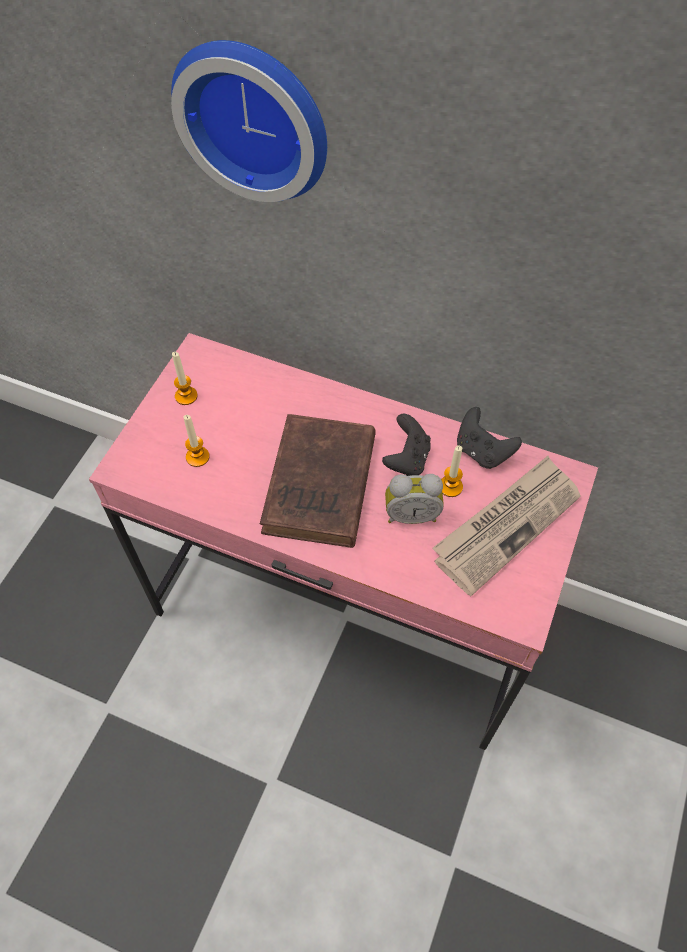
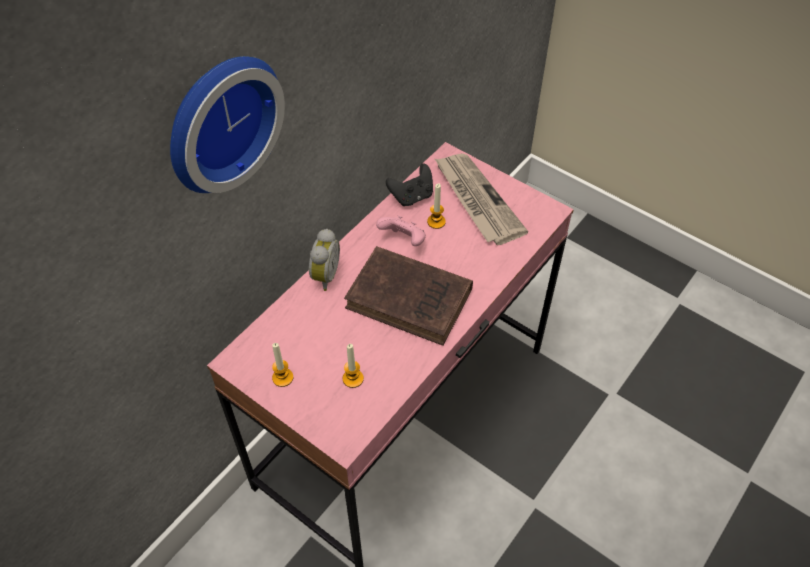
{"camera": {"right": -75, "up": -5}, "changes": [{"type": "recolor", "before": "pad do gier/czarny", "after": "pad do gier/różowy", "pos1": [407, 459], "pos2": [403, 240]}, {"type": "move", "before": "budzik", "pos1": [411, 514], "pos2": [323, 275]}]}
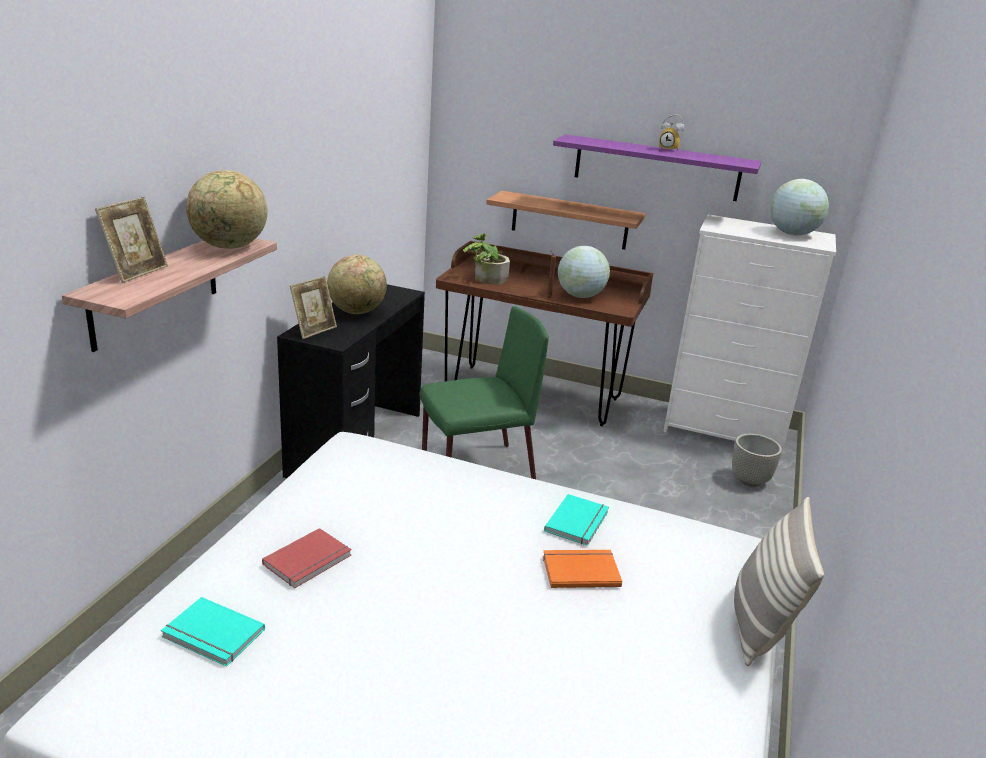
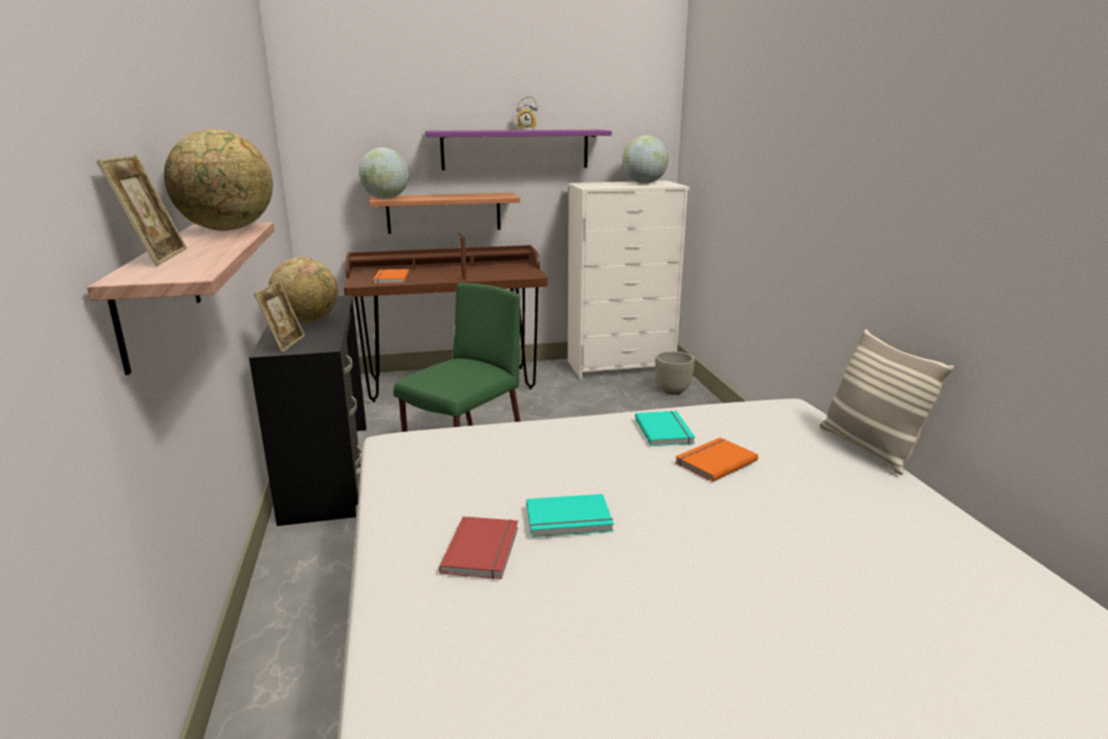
{"camera": {"right": -30, "up": -5}, "changes": [{"type": "move", "before": "książka/turkusowy", "pos1": [212, 635], "pos2": [569, 520]}, {"type": "replace", "before": "roślina doniczkowa", "after": "książka/pomarańczowy", "pos1": [485, 278], "pos2": [390, 278]}, {"type": "move", "before": "globus", "pos1": [580, 296], "pos2": [386, 198]}]}
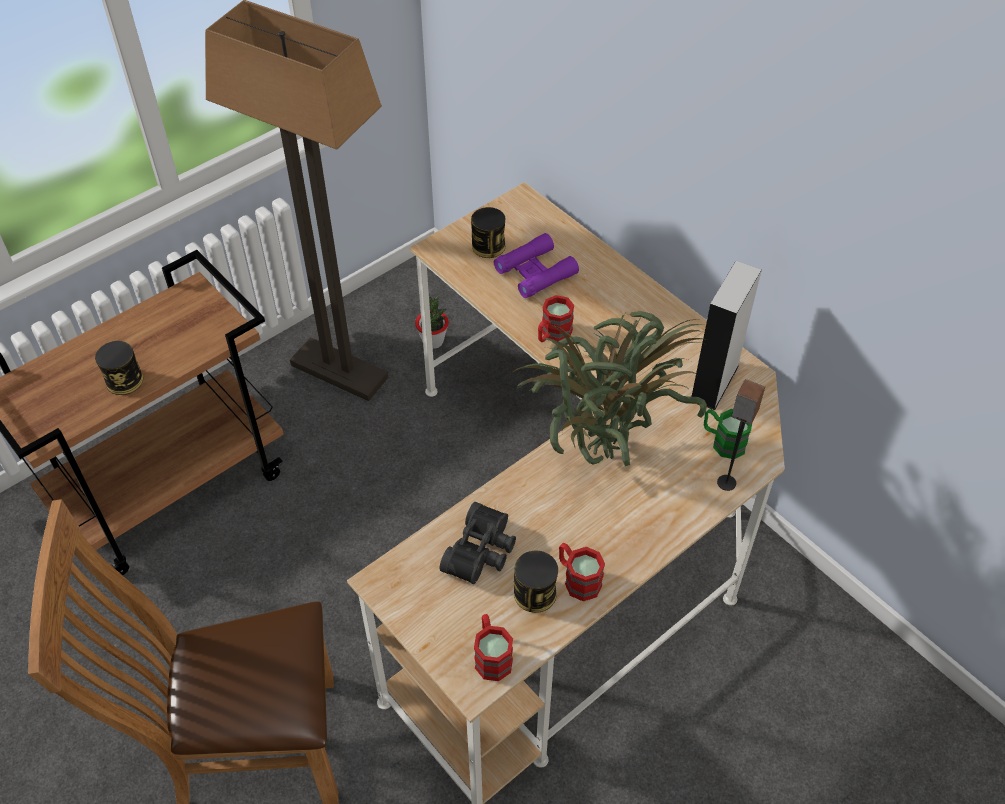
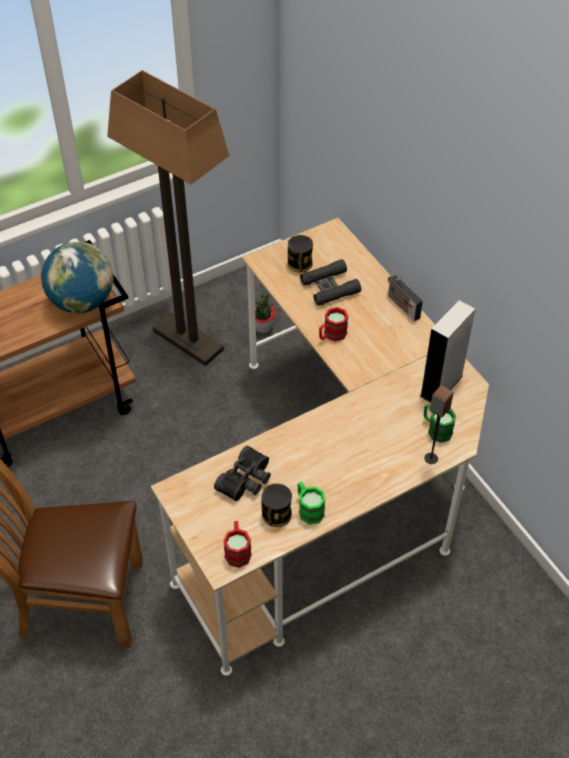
{"camera": {"right": 10, "up": 0}, "changes": [{"type": "delete", "before": "puszka", "pos1": [124, 380]}, {"type": "recolor", "before": "lornetka/fioletowy", "after": "lornetka/czarny", "pos1": [535, 272], "pos2": [330, 287]}, {"type": "delete", "before": "roślina doniczkowa", "pos1": [600, 453]}, {"type": "recolor", "before": "kubek/czerwony", "after": "kubek/zielony", "pos1": [577, 579], "pos2": [308, 509]}, {"type": "insert", "after": "globus", "pos2": [82, 302]}, {"type": "insert", "after": "radio", "pos2": [401, 305]}]}
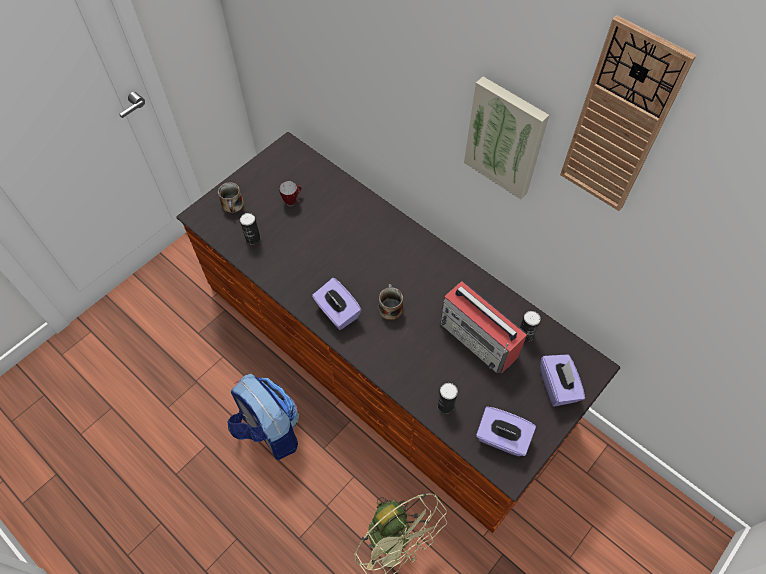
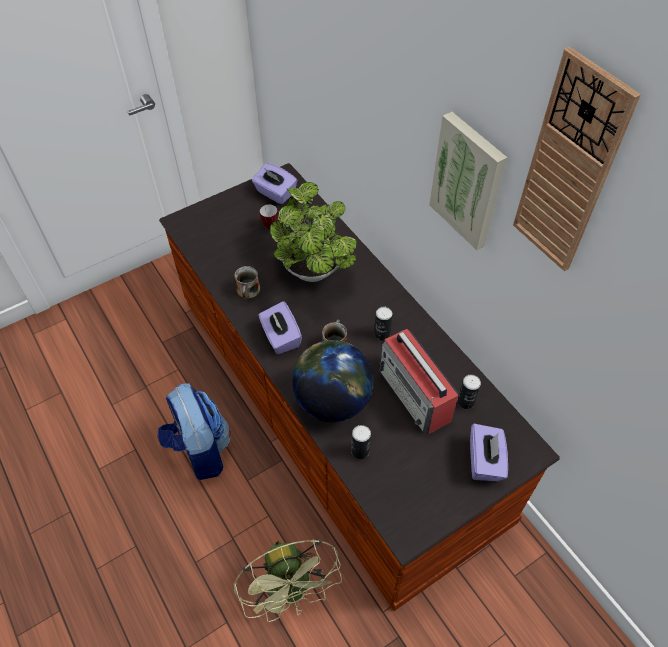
{"camera": {"right": 15, "up": -5}, "changes": [{"type": "move", "before": "kubek", "pos1": [233, 205], "pos2": [248, 291]}, {"type": "move", "before": "puszka", "pos1": [253, 238], "pos2": [382, 334]}, {"type": "move", "before": "pudełko chusteczek/fioletowy", "pos1": [502, 438], "pos2": [275, 193]}, {"type": "insert", "after": "roślina doniczkowa", "pos2": [314, 274]}, {"type": "insert", "after": "globus", "pos2": [333, 401]}]}
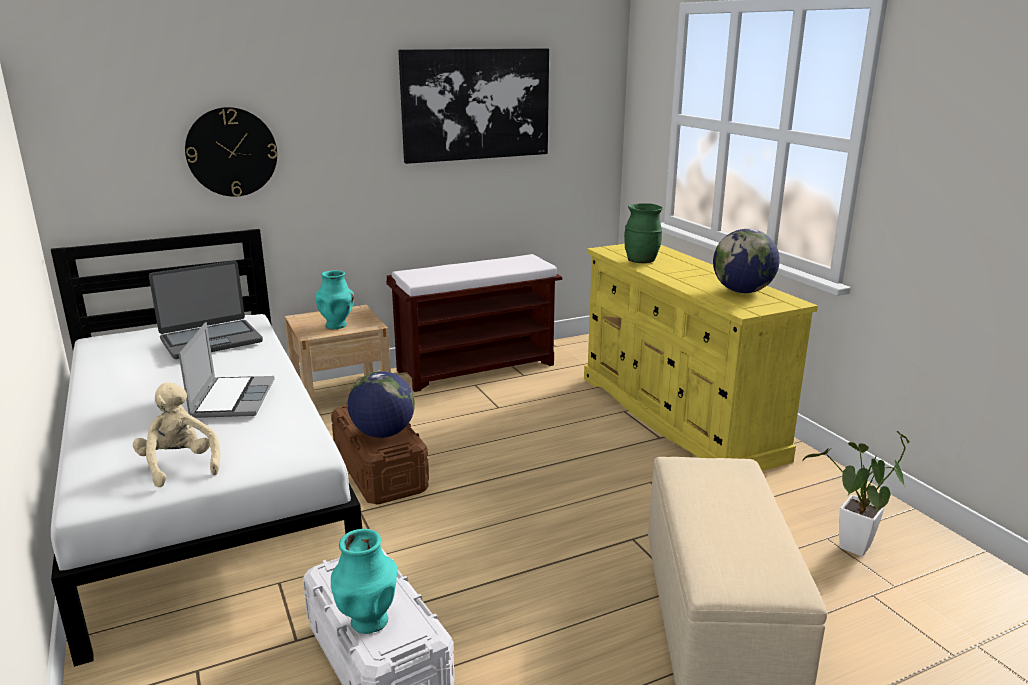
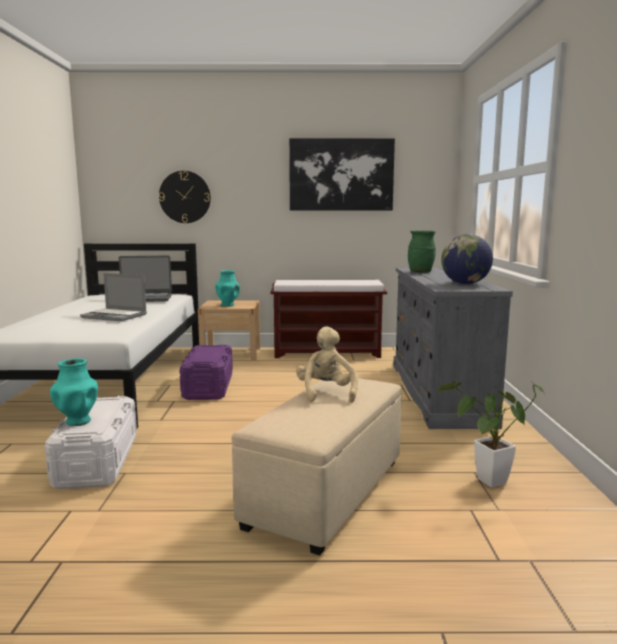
{"camera": {"right": 25, "up": -10}, "changes": [{"type": "move", "before": "pluszak/beżowy", "pos1": [180, 465], "pos2": [326, 393]}, {"type": "rotate", "before": "laptop", "pos1": [232, 398], "pos2": [115, 316], "turn": 90}, {"type": "recolor", "before": "pojemnik do przechowywania/brązowy", "after": "pojemnik do przechowywania/fioletowy", "pos1": [380, 470], "pos2": [208, 386]}, {"type": "delete", "before": "globus", "pos1": [383, 433]}, {"type": "recolor", "before": "komoda/żółty", "after": "komoda/szary", "pos1": [678, 416], "pos2": [439, 392]}]}
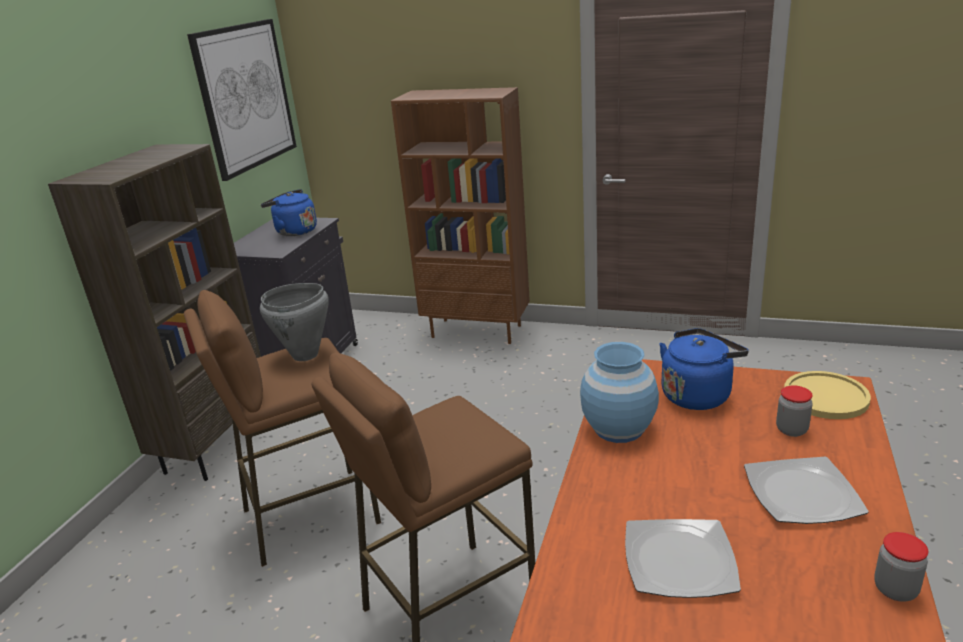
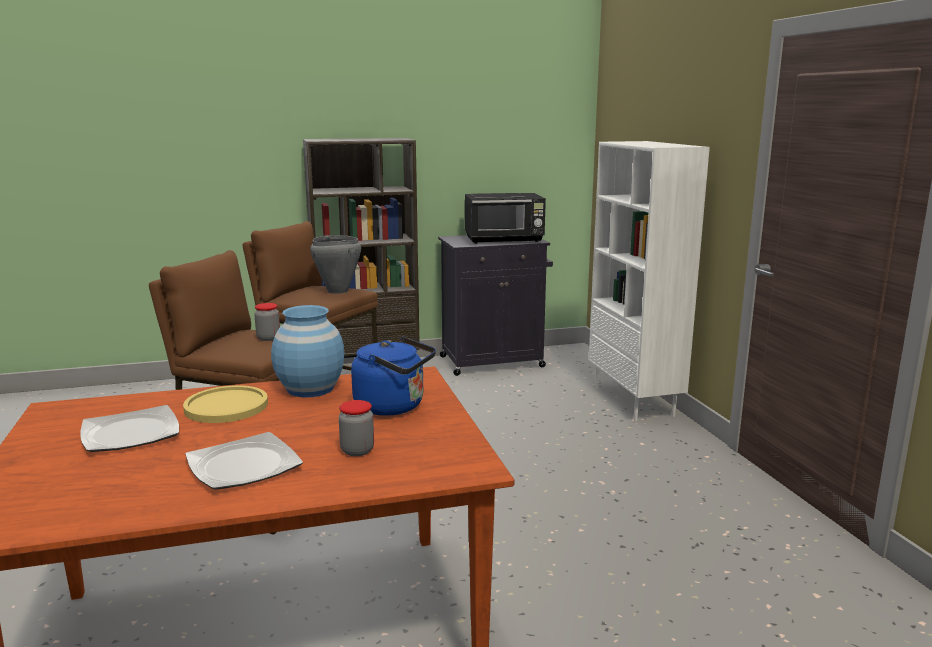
{"camera": {"right": 55, "up": -10}, "changes": [{"type": "delete", "before": "obraz", "pos1": [245, 97]}, {"type": "replace", "before": "czajnik/niebieski", "after": "mikrofalówka/czarny", "pos1": [294, 231], "pos2": [504, 240]}, {"type": "recolor", "before": "regał/brązowy", "after": "regał/biały", "pos1": [477, 331], "pos2": [634, 401]}, {"type": "move", "before": "talerz/żółty", "pos1": [825, 397], "pos2": [226, 406]}, {"type": "move", "before": "słoik", "pos1": [895, 589], "pos2": [268, 338]}]}
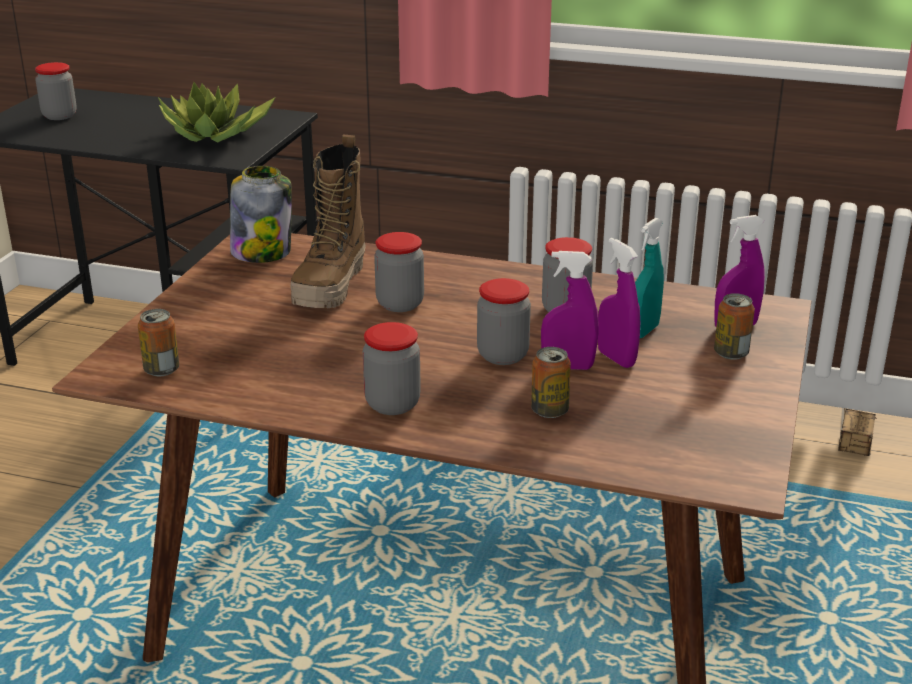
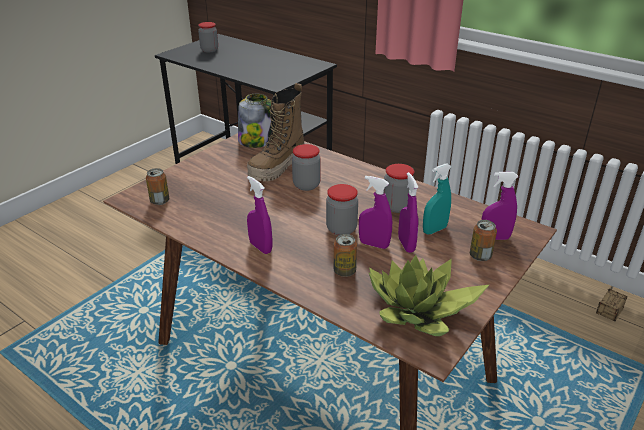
{"camera": {"right": 20, "up": 5}, "changes": [{"type": "move", "before": "roślina doniczkowa", "pos1": [215, 135], "pos2": [419, 312]}, {"type": "replace", "before": "słoik", "after": "spryskiwacz/fioletowy", "pos1": [392, 404], "pos2": [260, 247]}]}
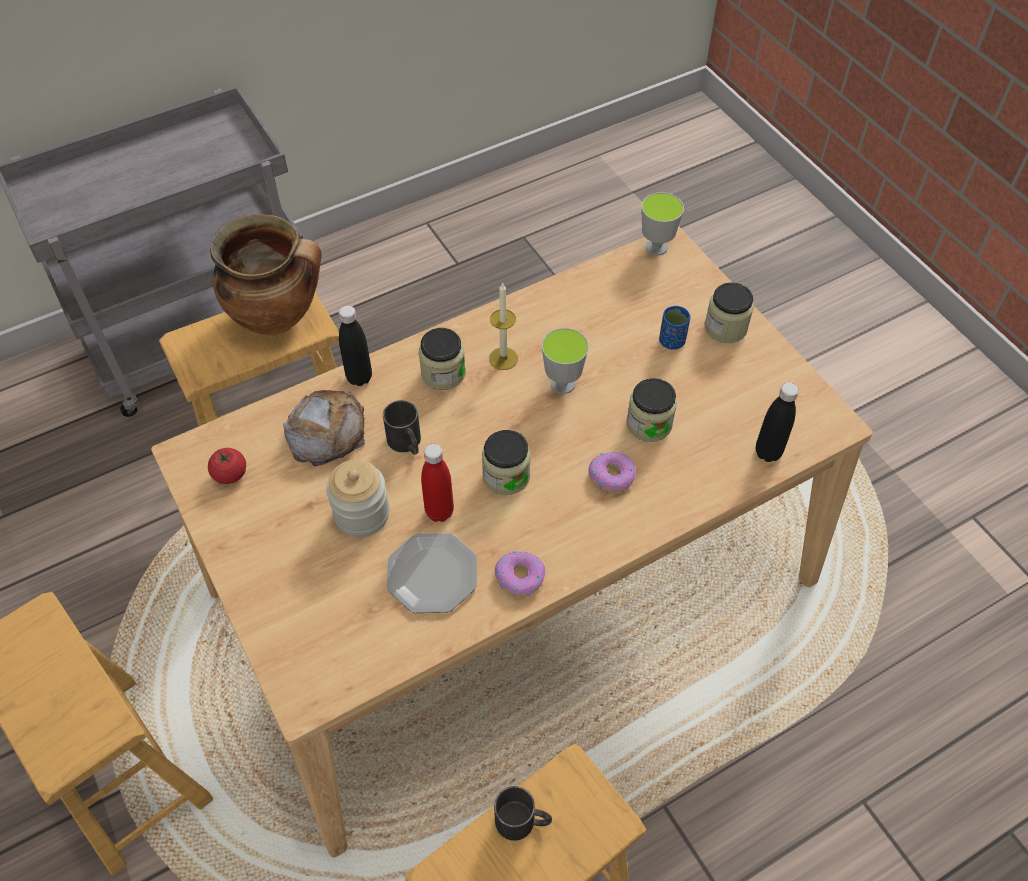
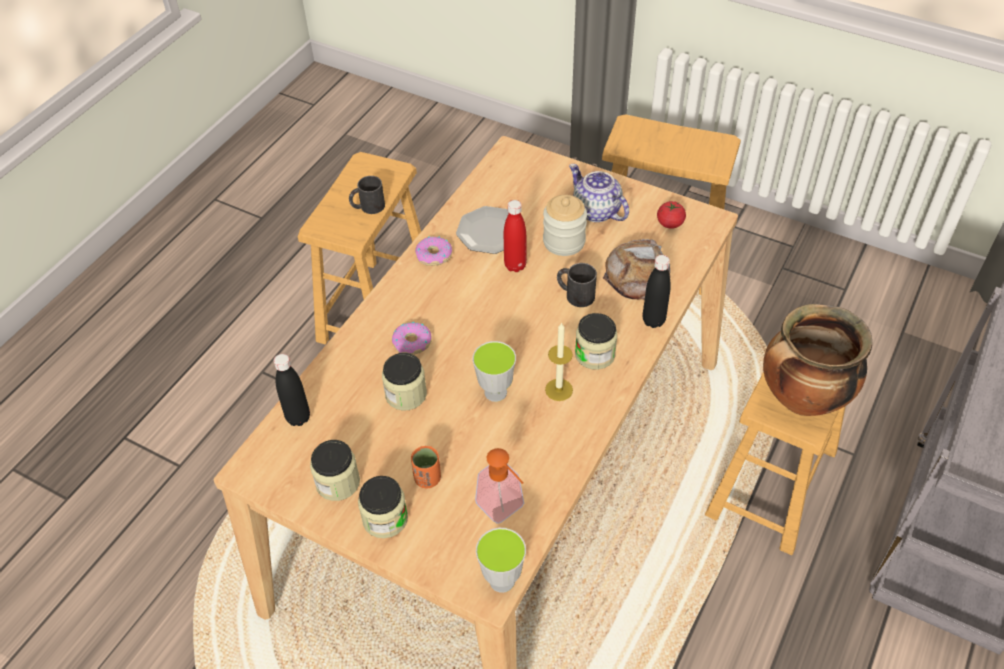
{"camera": {"right": 150, "up": -5}, "changes": [{"type": "move", "before": "słoik", "pos1": [506, 476], "pos2": [338, 482]}, {"type": "recolor", "before": "filiżanka/niebieski", "after": "filiżanka/pomarańczowy", "pos1": [672, 341], "pos2": [427, 478]}, {"type": "insert", "after": "dozownik mydła", "pos2": [505, 509]}, {"type": "insert", "after": "imbryk", "pos2": [595, 211]}]}
